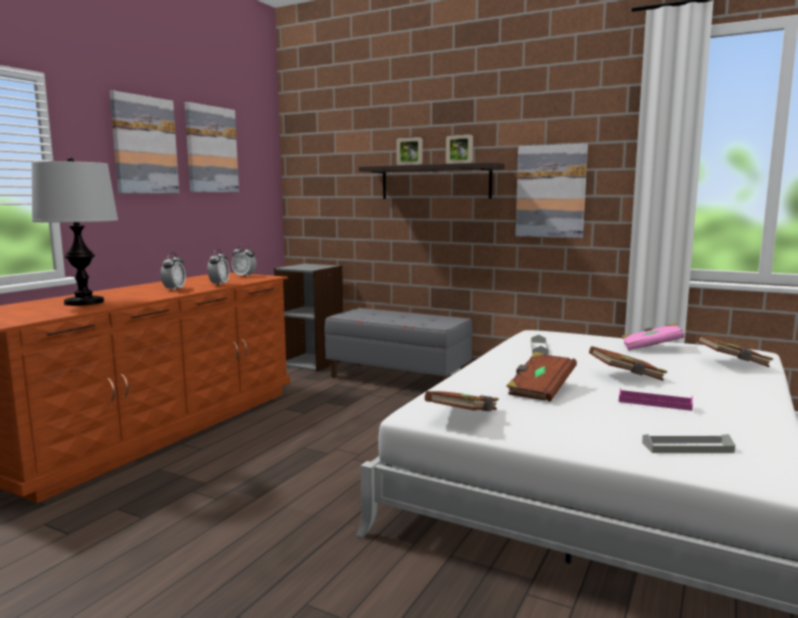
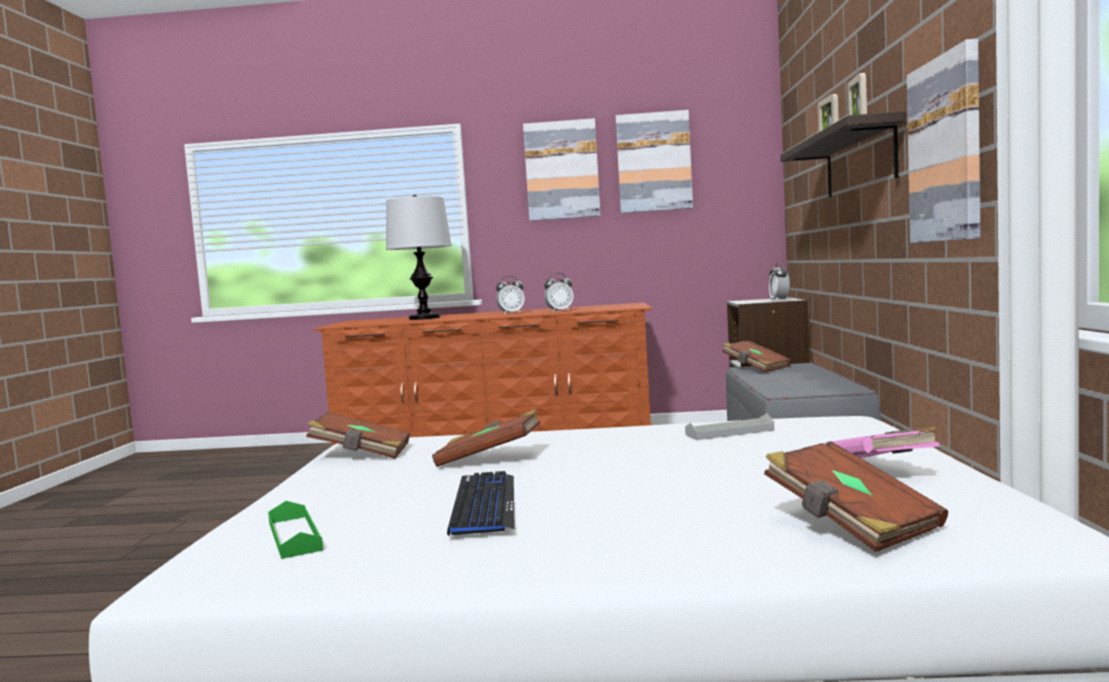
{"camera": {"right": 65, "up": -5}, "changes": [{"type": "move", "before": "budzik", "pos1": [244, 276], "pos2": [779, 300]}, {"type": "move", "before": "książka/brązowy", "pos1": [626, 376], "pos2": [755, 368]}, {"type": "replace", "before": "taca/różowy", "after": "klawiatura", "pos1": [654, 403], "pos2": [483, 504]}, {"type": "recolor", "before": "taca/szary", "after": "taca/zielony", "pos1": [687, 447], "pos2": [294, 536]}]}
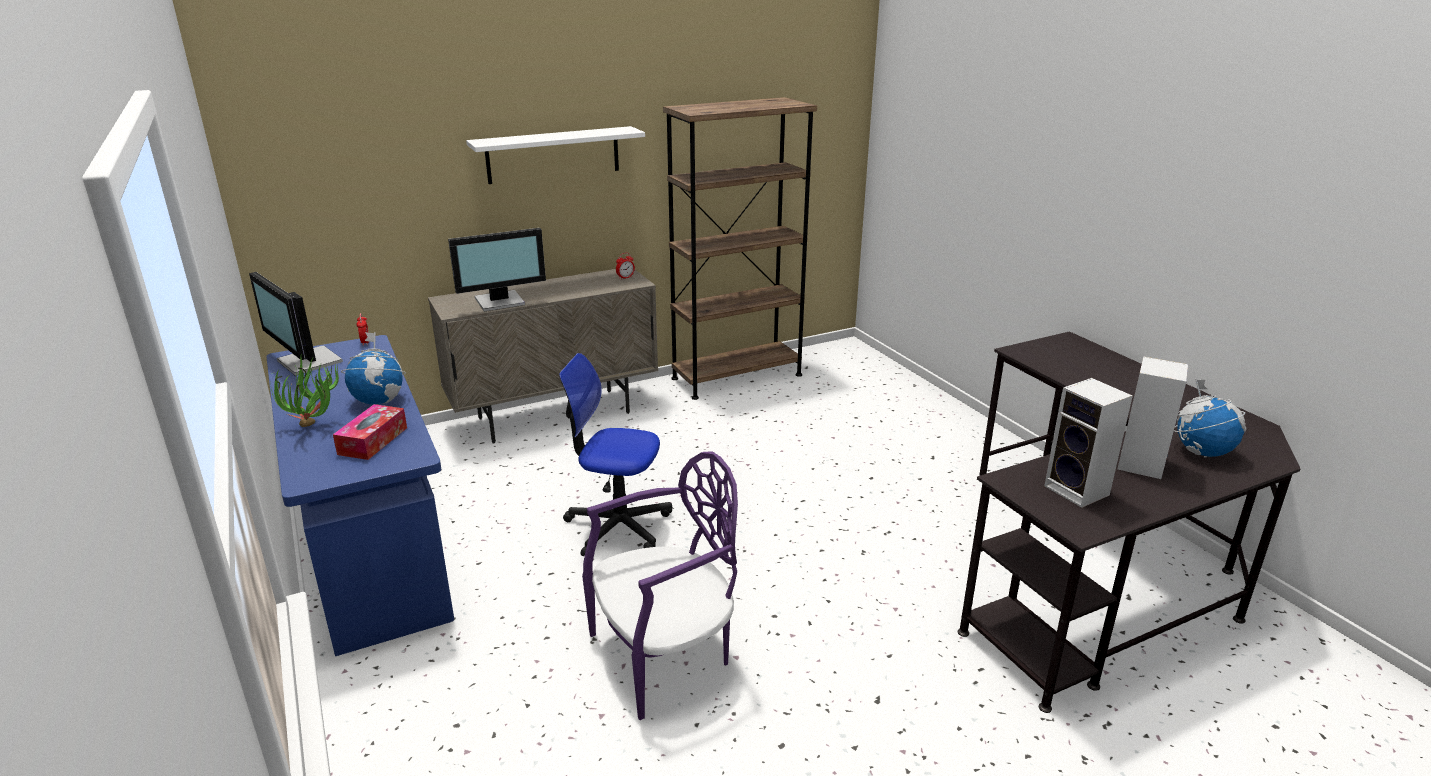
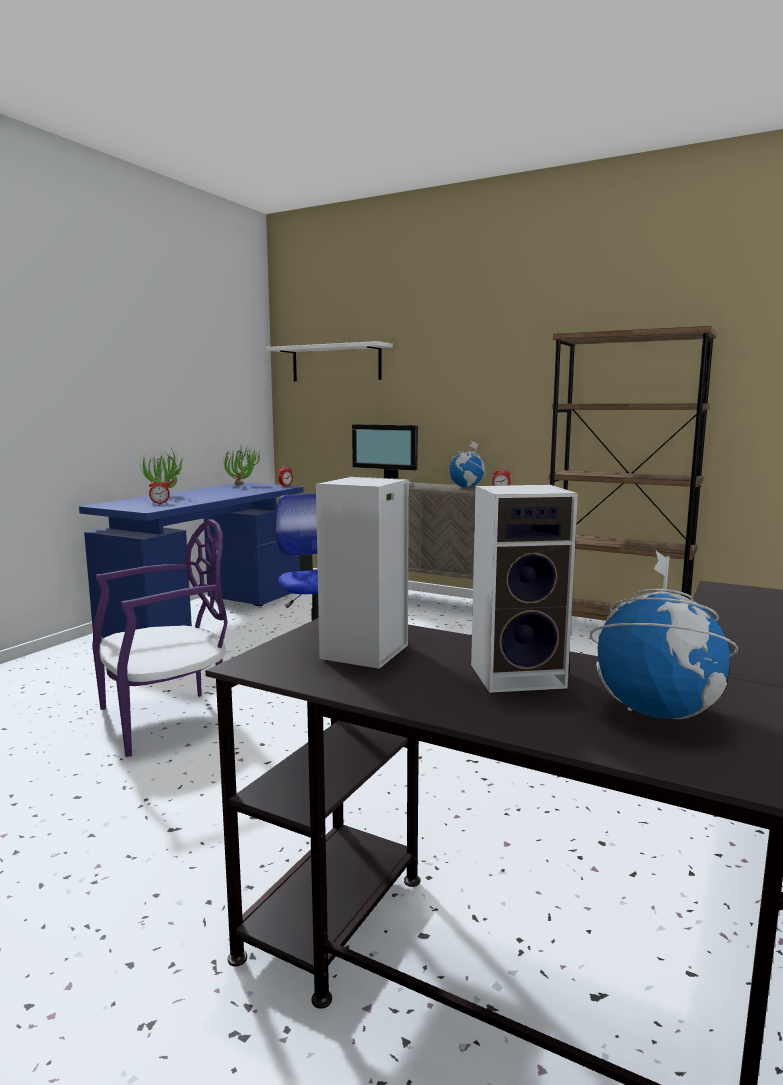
{"camera": {"right": 55, "up": -15}, "changes": [{"type": "replace", "before": "monitor", "after": "roślina doniczkowa", "pos1": [307, 362], "pos2": [243, 486]}, {"type": "replace", "before": "pudełko chusteczek", "after": "budzik", "pos1": [373, 441], "pos2": [160, 503]}, {"type": "move", "before": "globus", "pos1": [379, 401], "pos2": [467, 487]}, {"type": "move", "before": "półka/biały", "pos1": [553, 155], "pos2": [336, 363]}, {"type": "rotate", "before": "krzesło/fioletowy", "pos1": [665, 656], "pos2": [166, 718], "turn": -60}]}
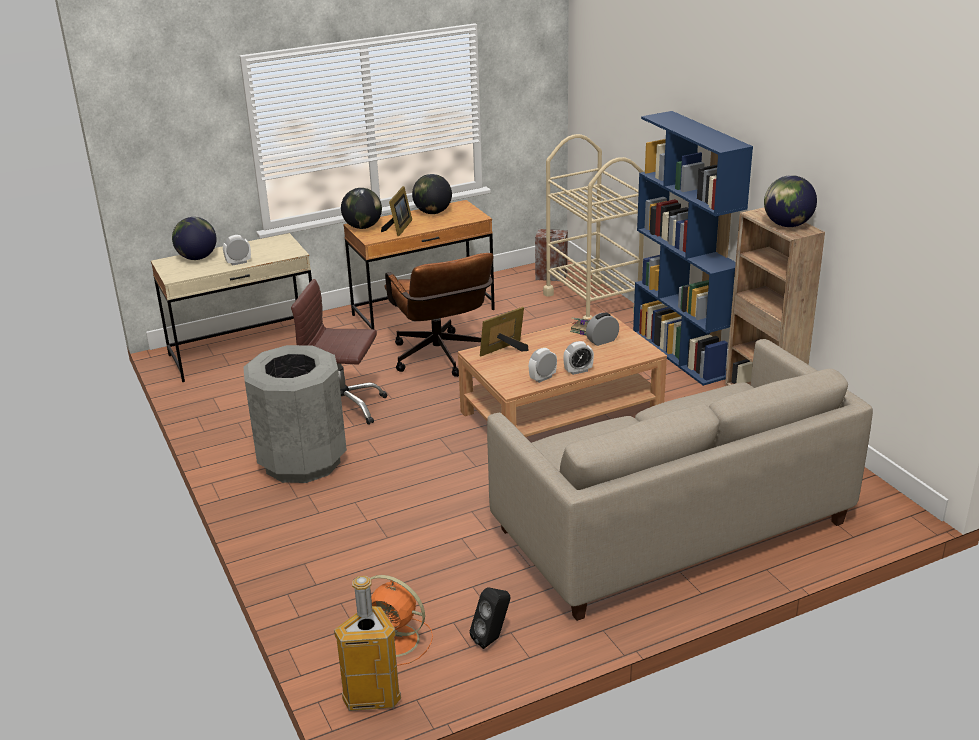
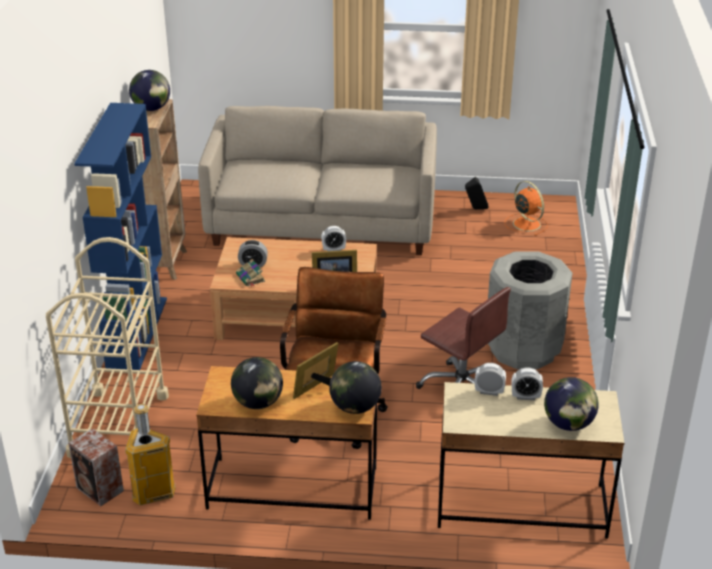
{"camera": {"right": -150, "up": 5}, "changes": [{"type": "move", "before": "kosz na śmieci", "pos1": [371, 697], "pos2": [153, 493]}, {"type": "move", "before": "budzik", "pos1": [578, 371], "pos2": [489, 392]}]}
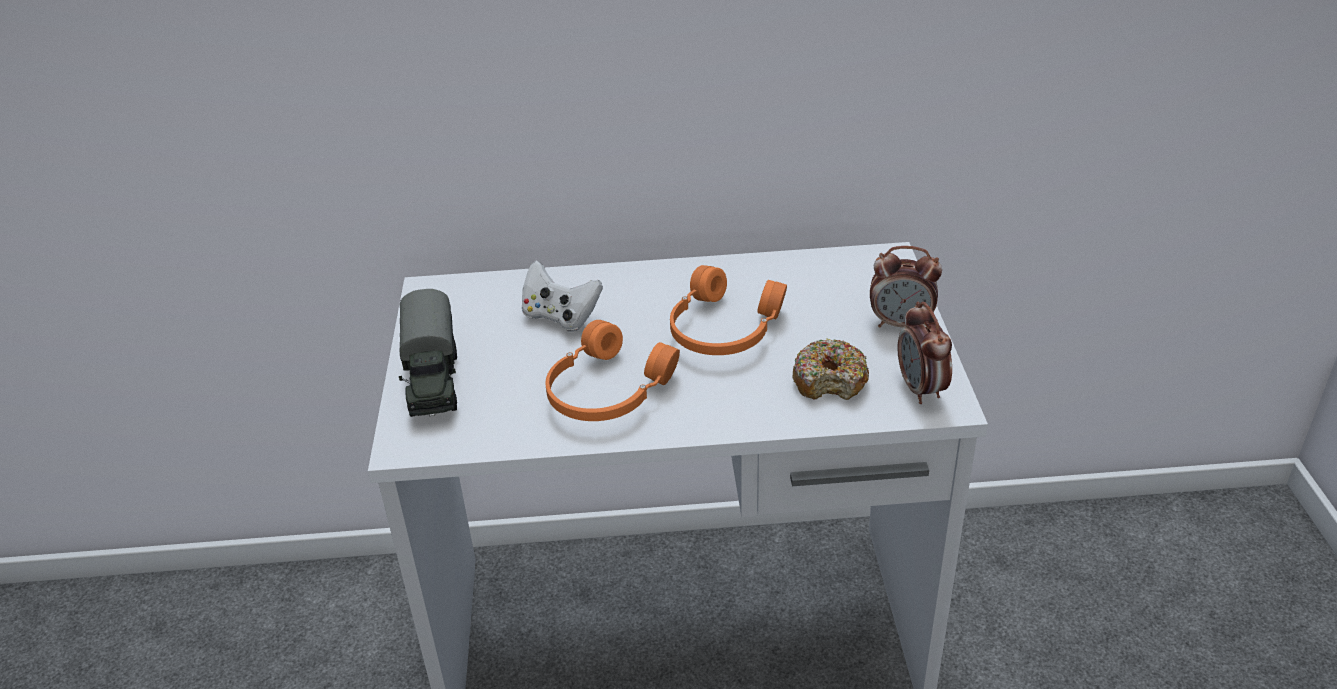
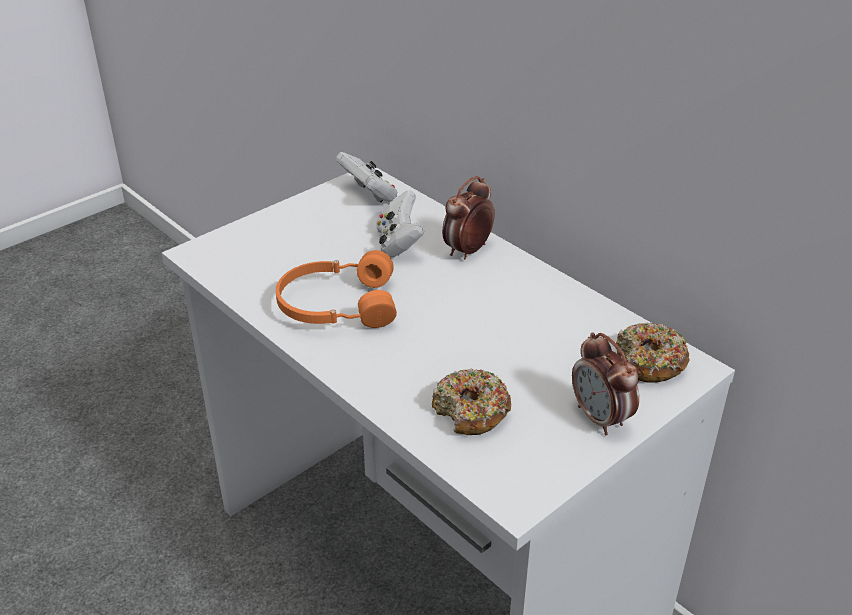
{"camera": {"right": 50, "up": 0}, "changes": [{"type": "delete", "before": "ciężarówka zabawkowa", "pos1": [433, 380]}, {"type": "delete", "before": "słuchawki/pomarańczowy", "pos1": [722, 329]}, {"type": "move", "before": "budzik", "pos1": [921, 389], "pos2": [467, 251]}, {"type": "insert", "after": "pad do gier/biały", "pos2": [369, 195]}, {"type": "insert", "after": "donut", "pos2": [649, 362]}]}
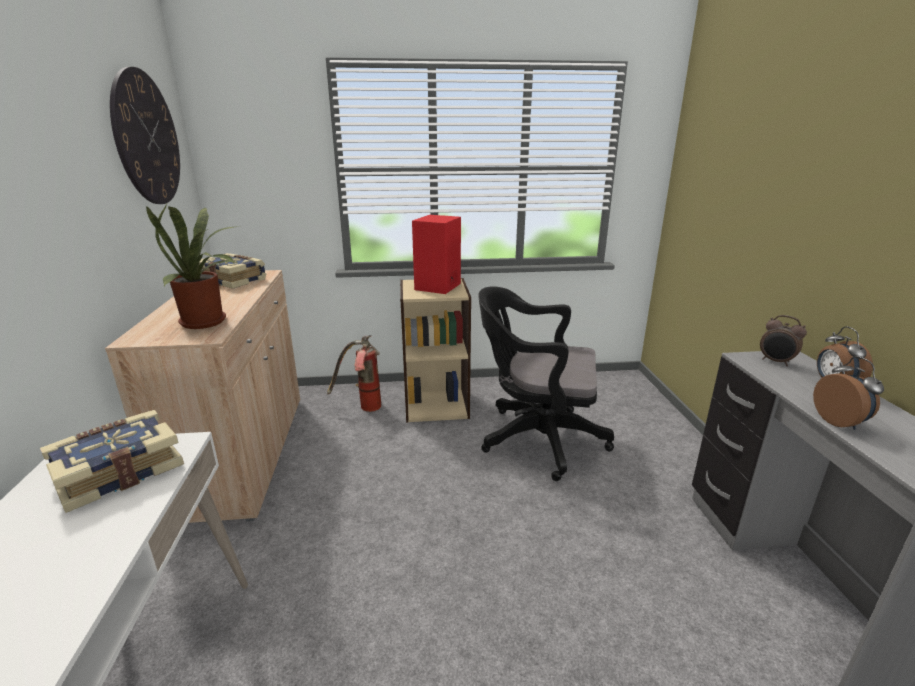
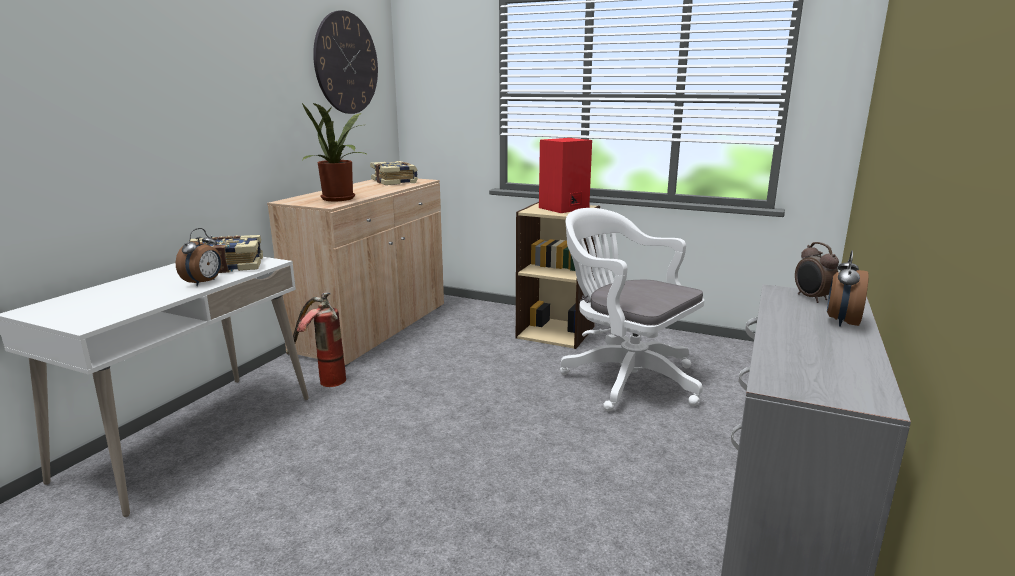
{"camera": {"right": 30, "up": -5}, "changes": [{"type": "move", "before": "gaśnica", "pos1": [362, 408], "pos2": [322, 381]}, {"type": "recolor", "before": "krzesło biurowe/czarny", "after": "krzesło biurowe/biały", "pos1": [536, 438], "pos2": [625, 378]}, {"type": "move", "before": "budzik", "pos1": [840, 422], "pos2": [204, 283]}]}
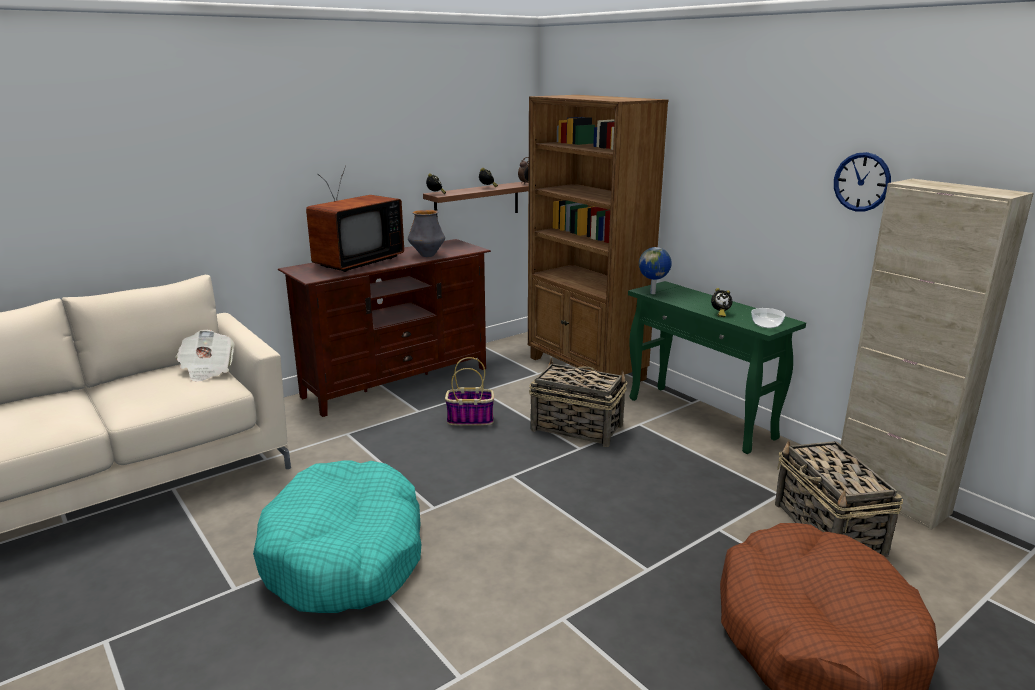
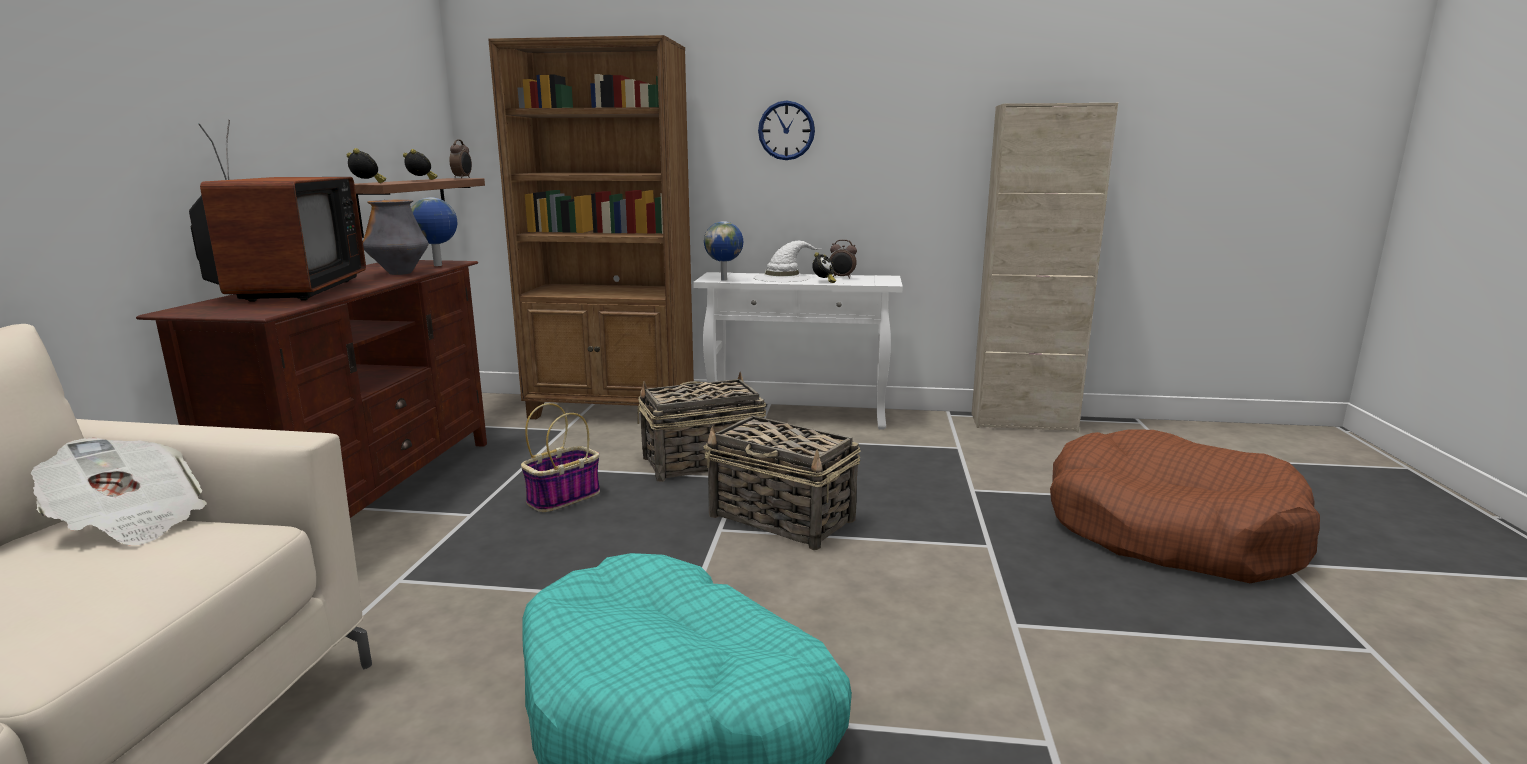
{"camera": {"right": -45, "up": -5}, "changes": [{"type": "recolor", "before": "stolik konsolowy/zielony", "after": "stolik konsolowy/biały", "pos1": [701, 418], "pos2": [799, 416]}, {"type": "delete", "before": "miska", "pos1": [766, 325]}, {"type": "move", "before": "koszyk", "pos1": [828, 529], "pos2": [782, 518]}, {"type": "move", "before": "zegar ścienny", "pos1": [862, 182], "pos2": [786, 130]}, {"type": "insert", "after": "globus", "pos2": [438, 265]}, {"type": "insert", "after": "kapelusz/biały", "pos2": [783, 277]}, {"type": "insert", "after": "budzik", "pos2": [842, 277]}]}
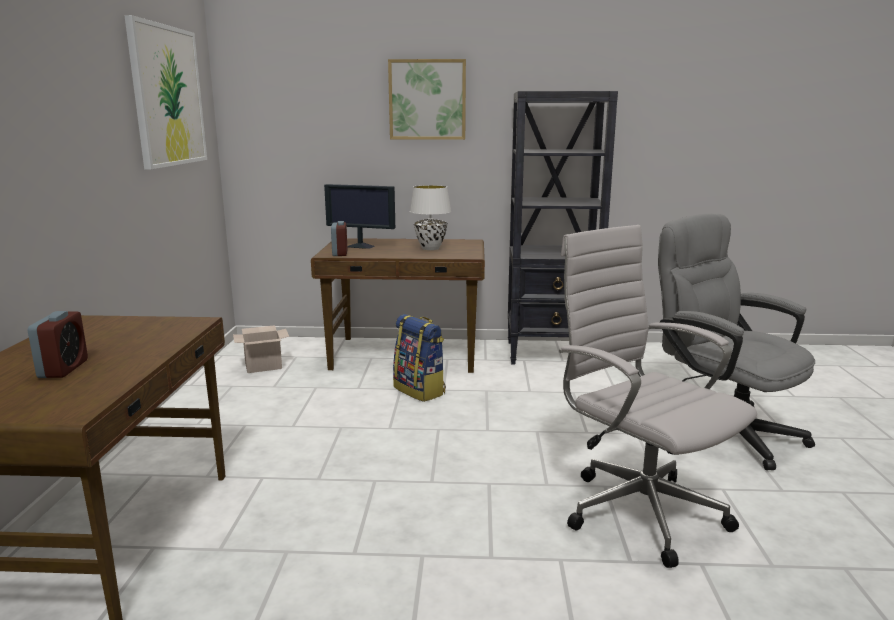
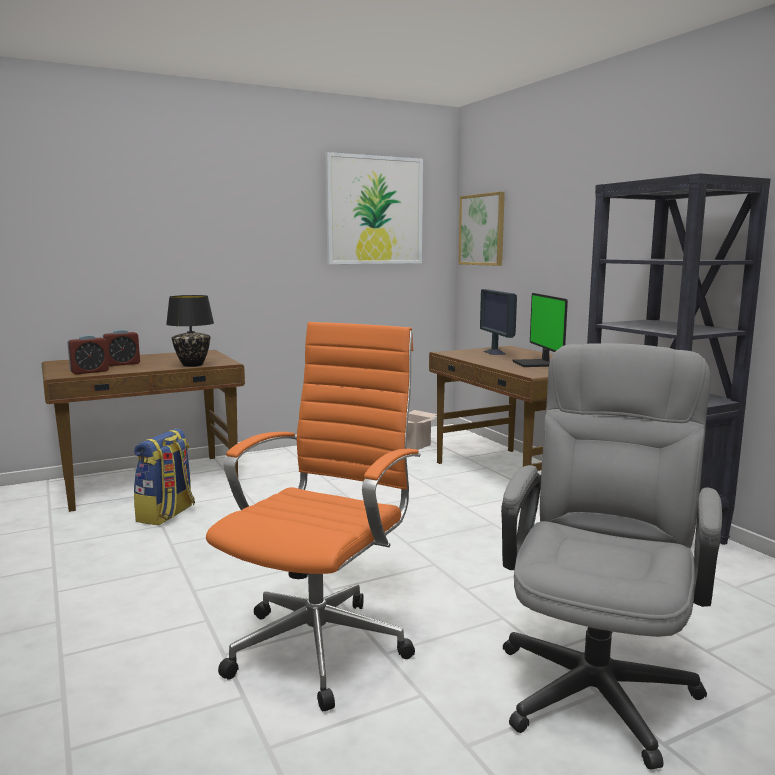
{"camera": {"right": 60, "up": -5}, "changes": [{"type": "move", "before": "budzik", "pos1": [340, 253], "pos2": [89, 372]}, {"type": "move", "before": "obraz", "pos1": [427, 100], "pos2": [482, 229]}, {"type": "move", "before": "plecak", "pos1": [420, 390], "pos2": [166, 514]}, {"type": "replace", "before": "lampa stołowa/biały", "after": "monitor", "pos1": [431, 248], "pos2": [535, 364]}, {"type": "recolor", "before": "krzesło biurowe/biały", "after": "krzesło biurowe/pomarańczowy", "pos1": [637, 509], "pos2": [323, 644]}, {"type": "insert", "after": "lampa stołowa/czarny", "pos2": [193, 365]}]}
